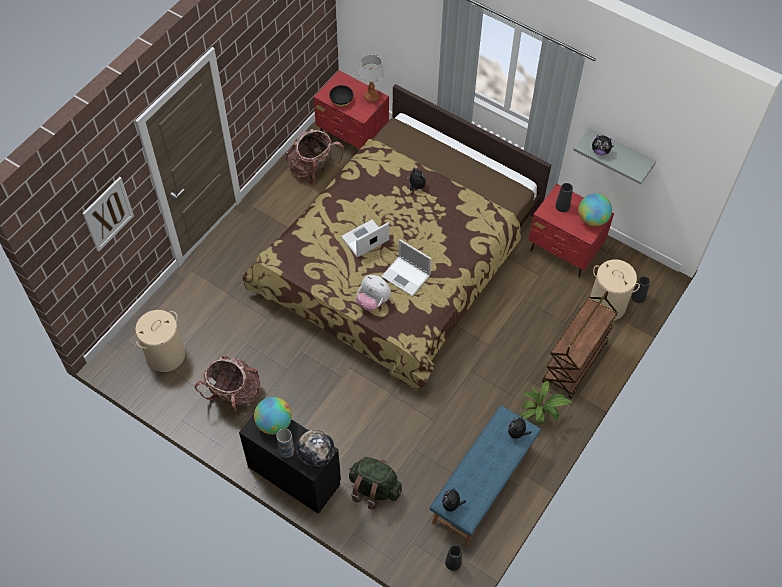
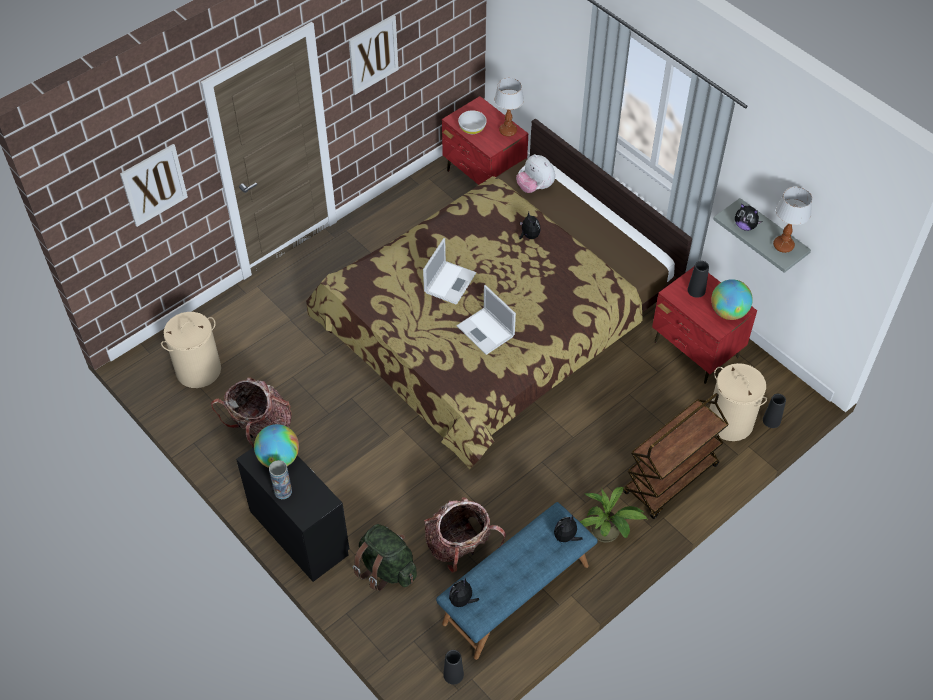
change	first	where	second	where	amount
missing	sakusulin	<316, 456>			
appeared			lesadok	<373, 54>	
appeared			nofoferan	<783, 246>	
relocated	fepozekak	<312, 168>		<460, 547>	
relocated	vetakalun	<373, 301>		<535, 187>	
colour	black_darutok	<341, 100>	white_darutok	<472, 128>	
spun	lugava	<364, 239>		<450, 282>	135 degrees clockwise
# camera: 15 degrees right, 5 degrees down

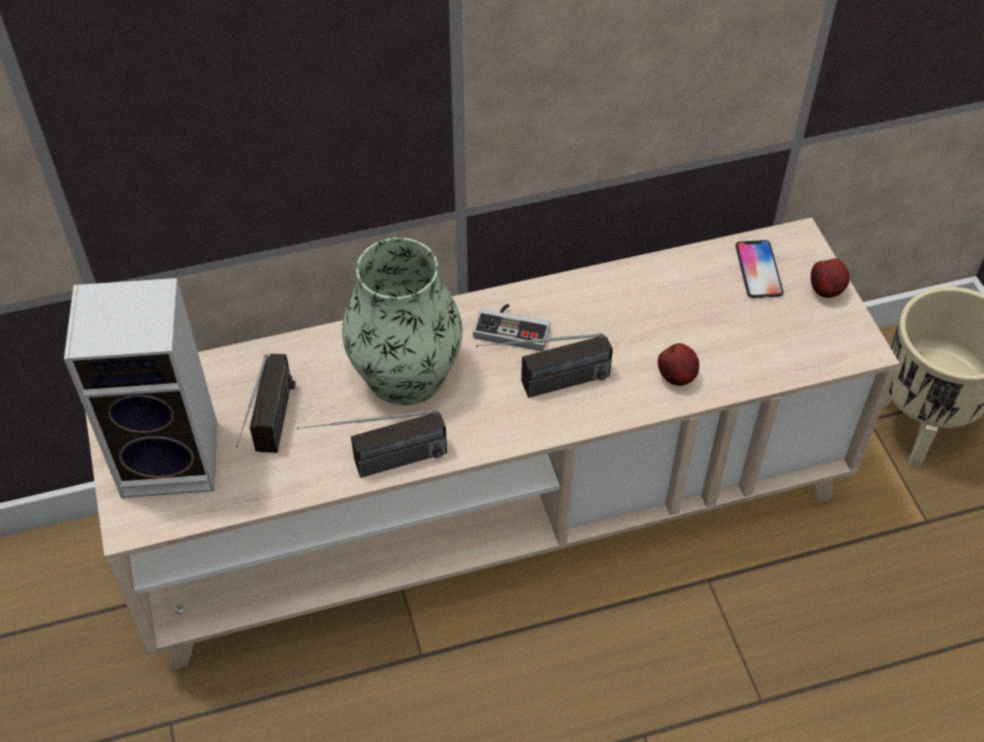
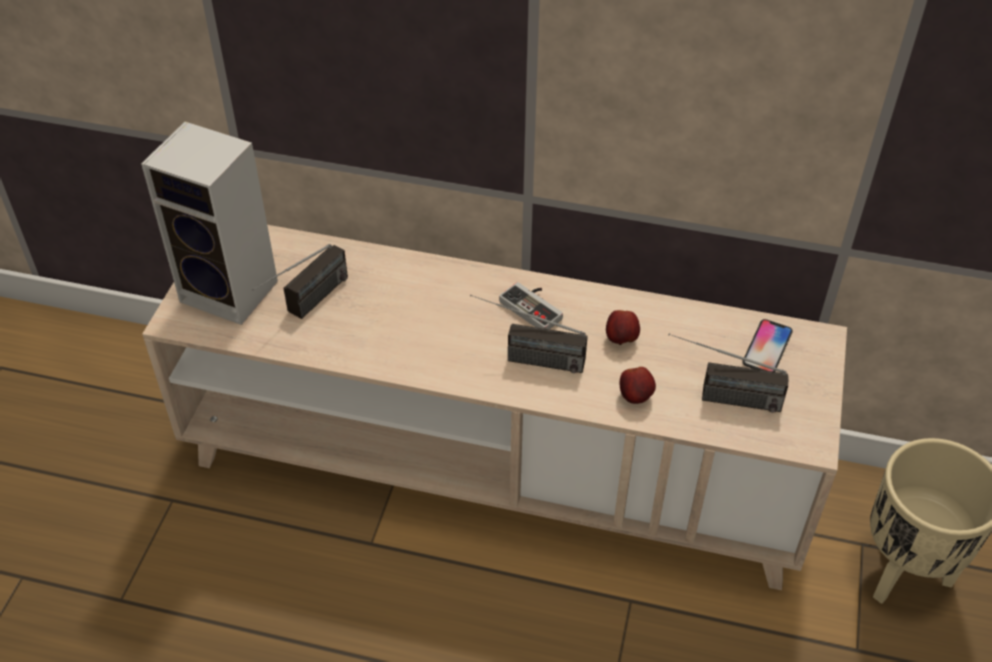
change	first	where	second	where	amount
missing	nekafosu	<406, 373>			
relocated	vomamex	<377, 465>		<720, 397>	
relocated	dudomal	<826, 291>		<621, 339>	
# camera: 30 degrees right, 5 degrees down

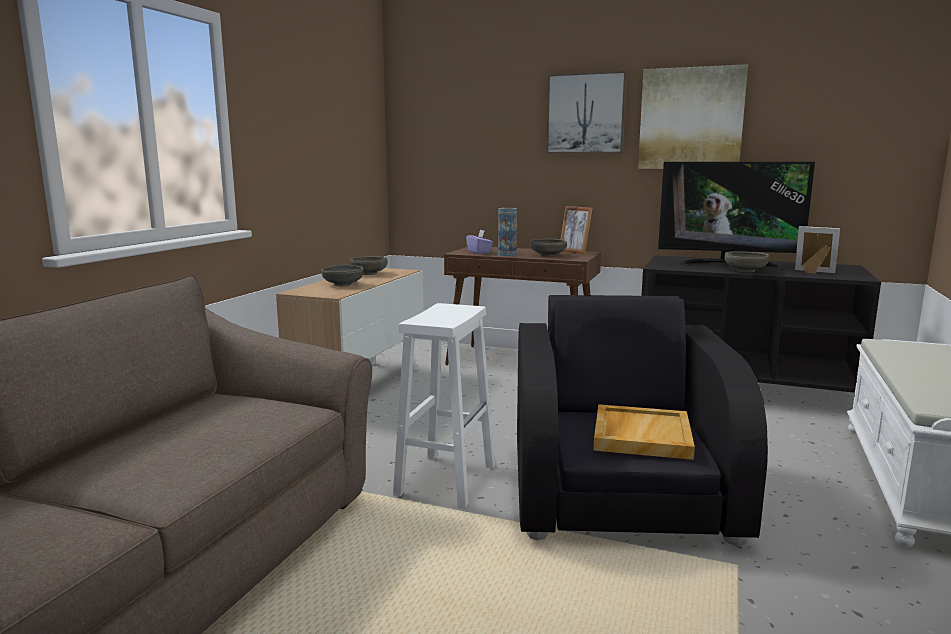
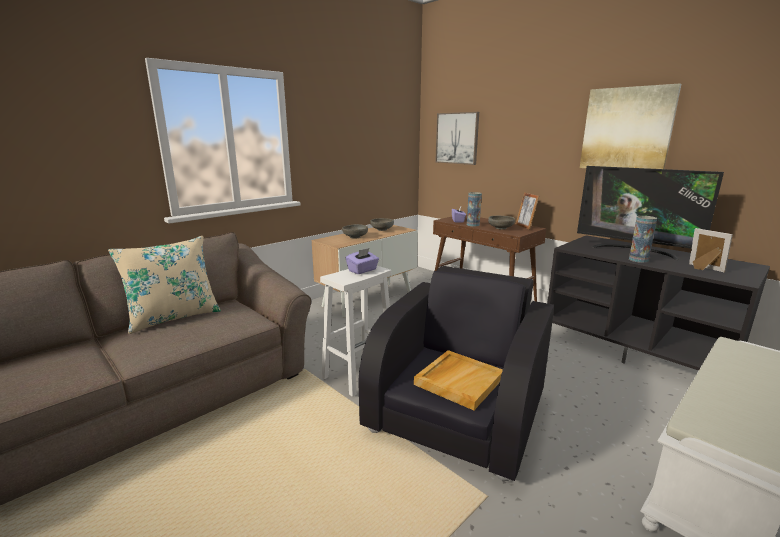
change	first	where	second	where	amount
appeared			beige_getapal	<174, 317>	
appeared			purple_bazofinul	<362, 270>	
relocated	lesadok	<585, 113>		<457, 138>	
exchanged	grey_darutok	<745, 271>	nekafosu	<638, 260>	
# camera: 25 degrees right, 5 degrees up

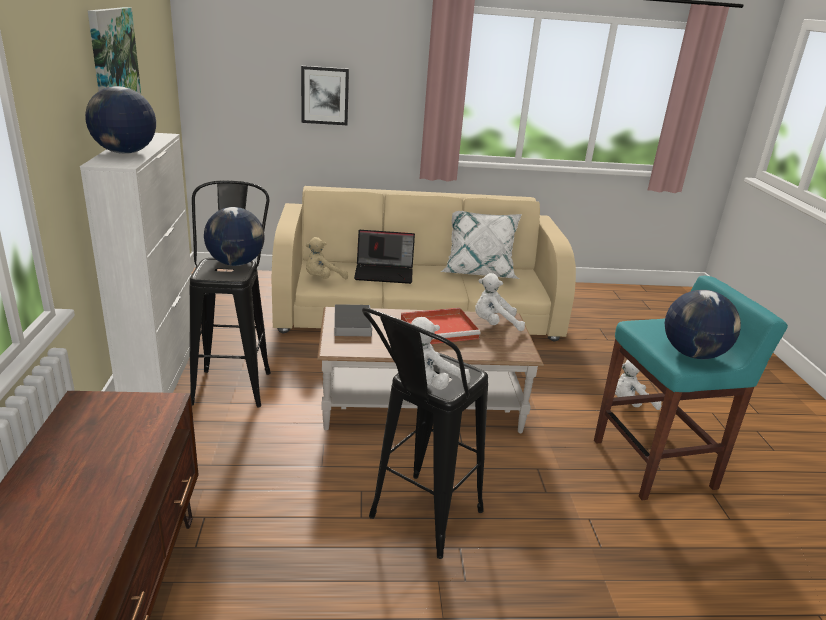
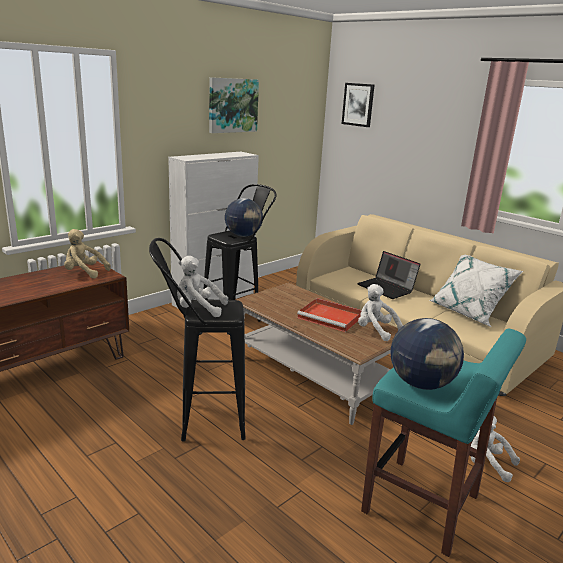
change	first	where	second	where	amount
missing	sakusulin	<125, 152>			
missing	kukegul	<352, 323>			
relocated	lesadok	<325, 95>		<358, 104>	
relocated	beige_vetakalun	<323, 279>		<84, 273>	
# camera: 50 degrees right, 5 degrees down

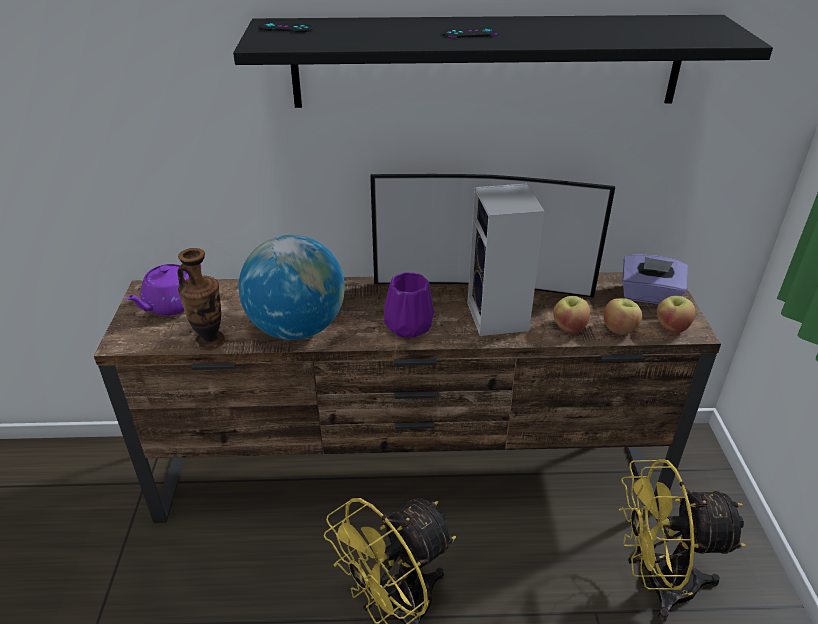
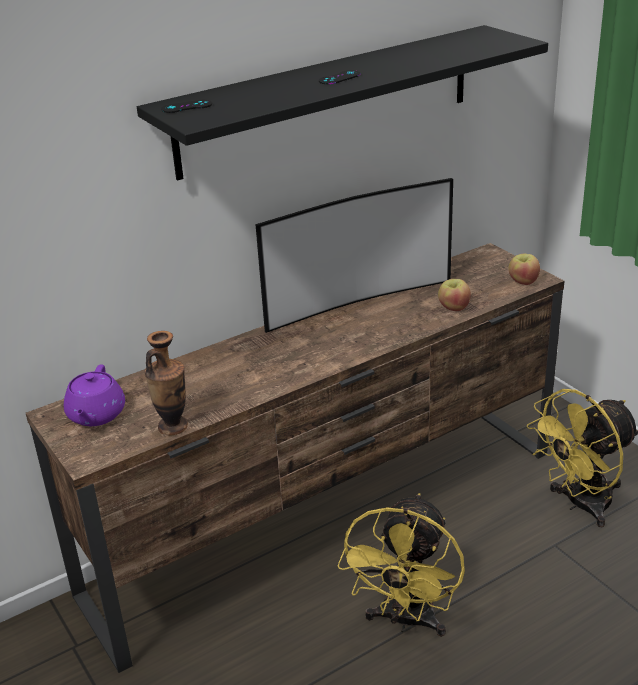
change	first	where	second	where	amount
missing	sakusulin	<297, 328>			
missing	purple_nekafosu	<407, 326>			
missing	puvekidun	<499, 318>			
missing	dudomal	<619, 329>			
missing	purple_bazofinul	<649, 296>			
# camera: 30 degrees left, 5 degrees down

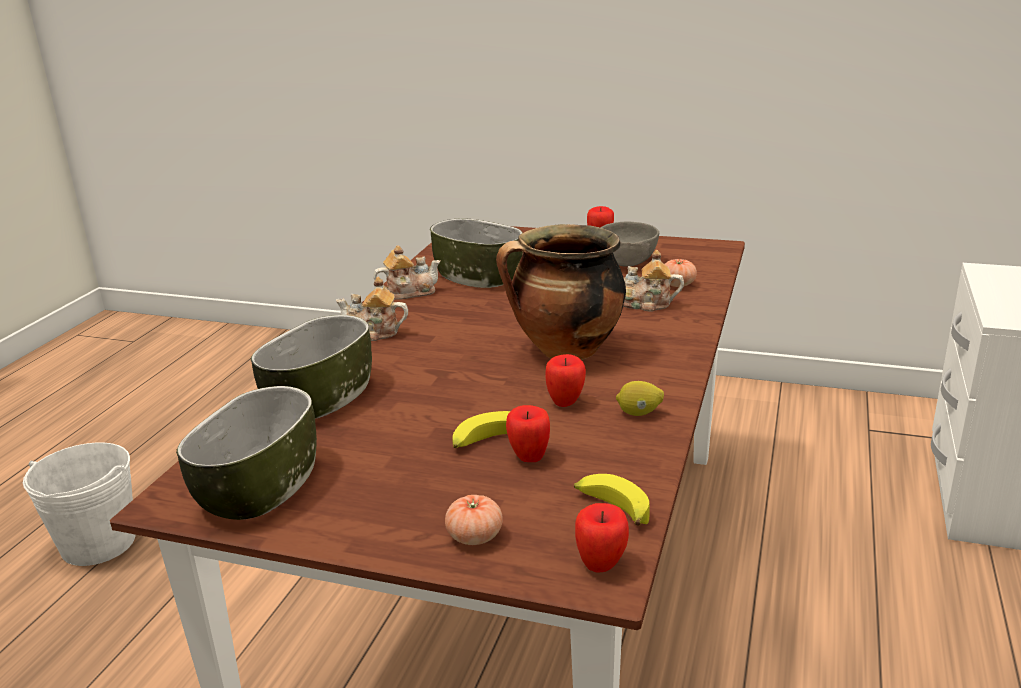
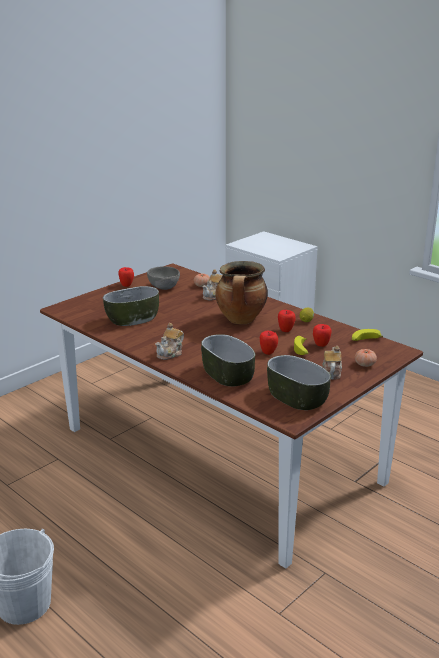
change	first	where	second	where	amount
relocated	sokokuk	<409, 292>		<331, 372>	
relocated	dudomal	<601, 565>		<268, 352>	
# camera: 65 degrees left, 0 degrees up

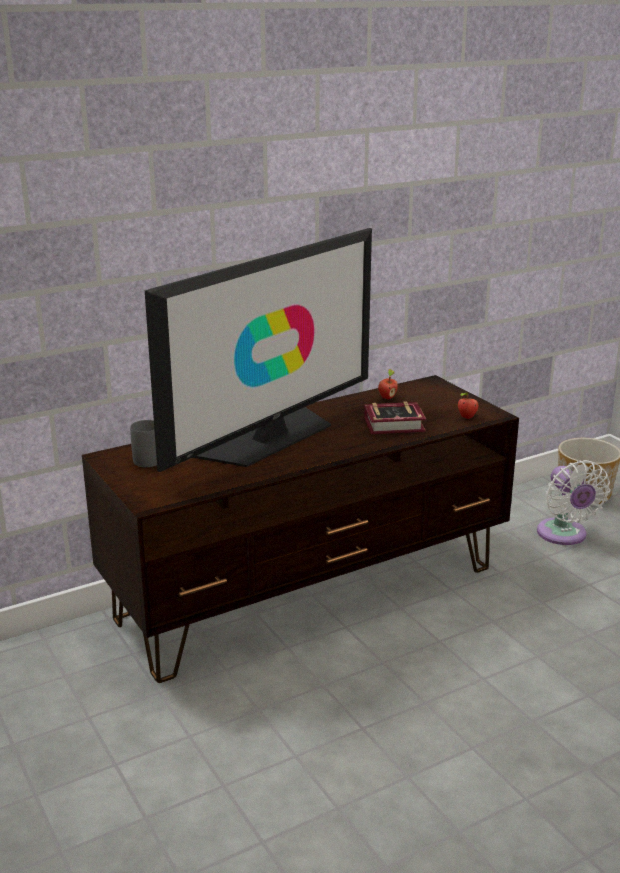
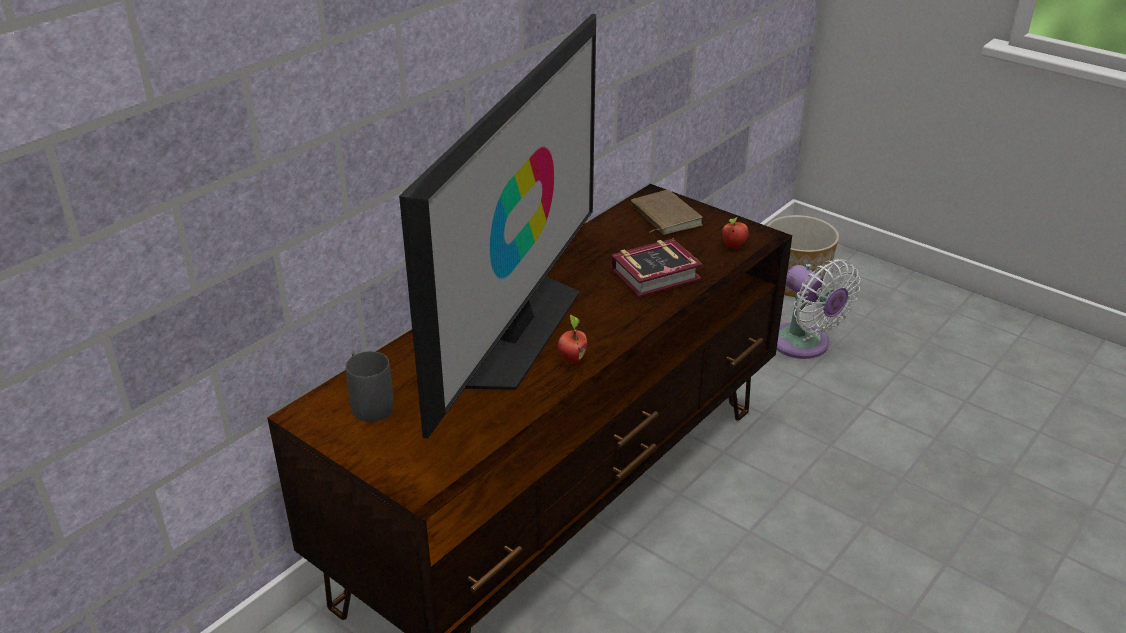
change	first	where	second	where	amount
appeared			brown_kukegul	<663, 217>	
relocated	dudomal	<387, 397>		<571, 359>	
# camera: 20 degrees left, 10 degrees up

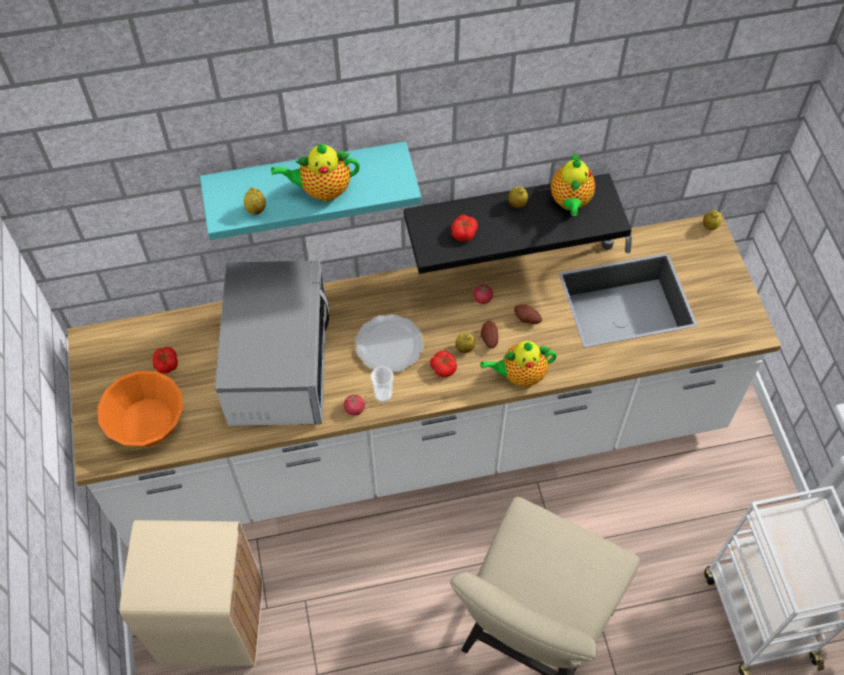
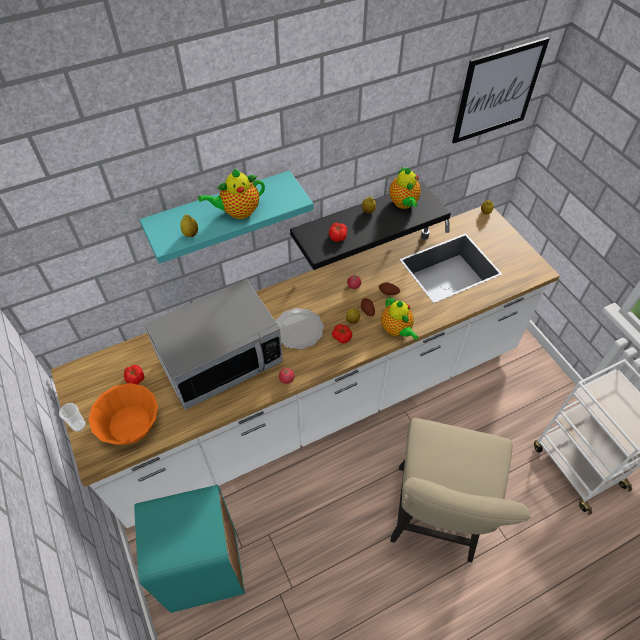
change	first	where	second	where	amount
appeared			lesadok	<497, 91>	
relocated	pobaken	<383, 395>		<79, 425>	
colour	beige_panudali	<212, 622>	turquoise_panudali	<204, 569>	
spun	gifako	<277, 365>		<220, 360>	75 degrees clockwise
spun	sokokuk	<520, 375>		<397, 330>	90 degrees counterclockwise
# camera: 15 degrees left, 5 degrees down

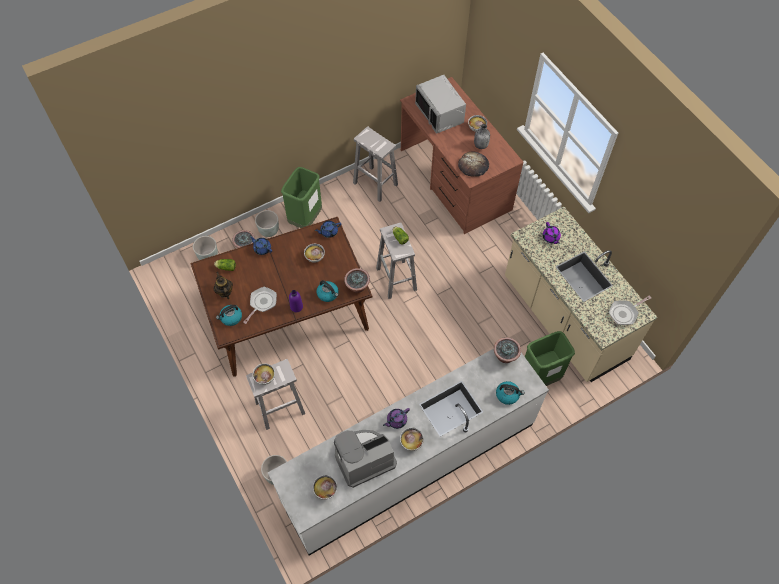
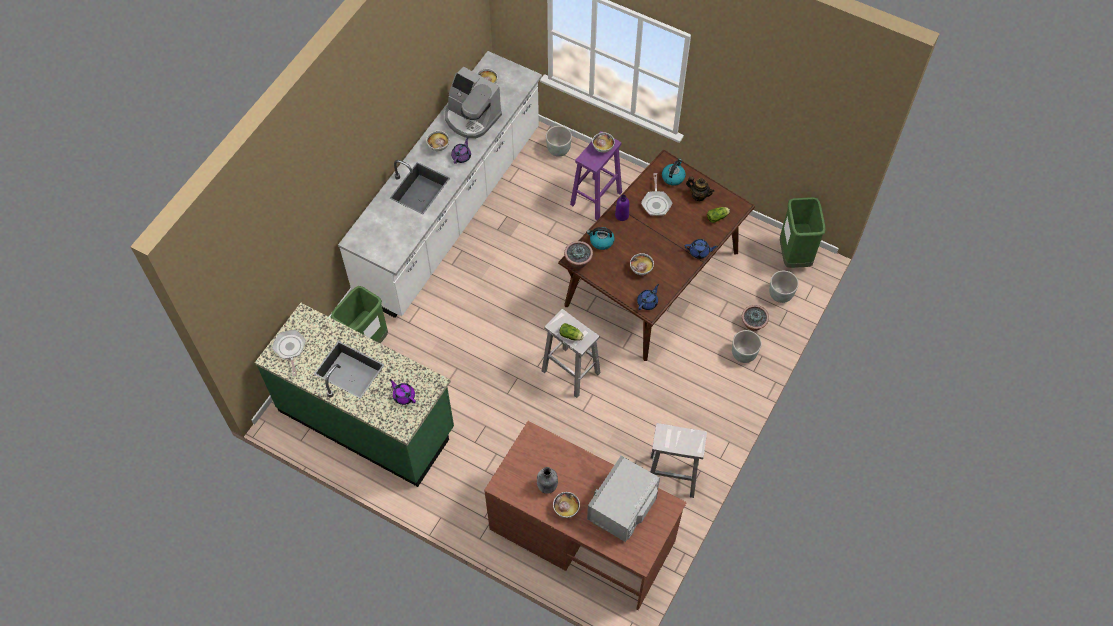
change	first	where	second	where	amount
missing	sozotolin	<473, 165>			
missing	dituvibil	<505, 356>			
missing	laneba	<507, 395>			
relocated	green_panudali	<305, 219>		<794, 256>	
colour	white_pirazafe	<279, 408>	purple_pirazafe	<596, 198>	
colour	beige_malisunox	<564, 319>	green_malisunox	<367, 419>	
spun	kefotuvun	<363, 458>		<471, 118>	90 degrees clockwise
spun	grey_gifako	<440, 114>		<623, 507>	90 degrees counterclockwise
spun	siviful	<624, 313>		<290, 349>	45 degrees counterclockwise
# camera: 150 degrees right, 0 degrees up

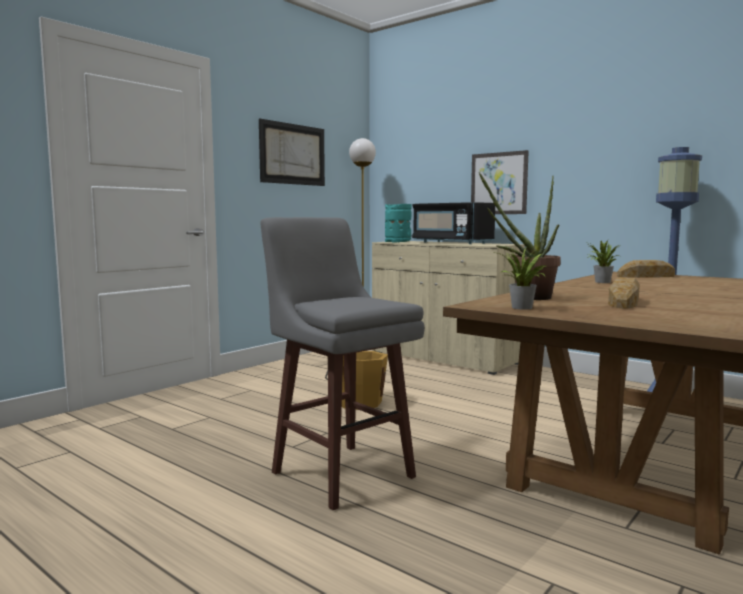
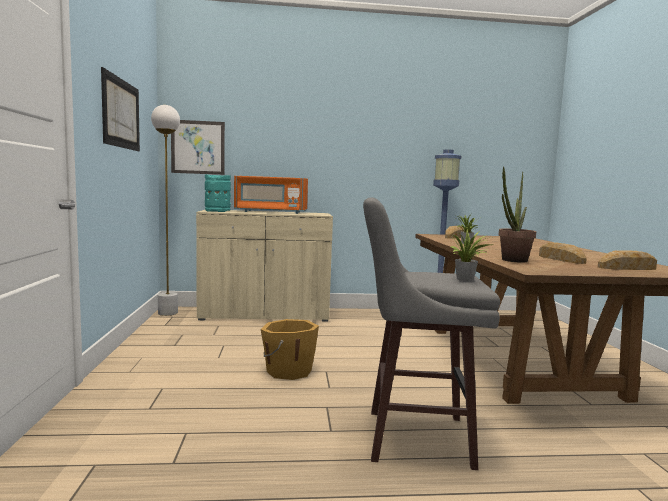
change	first	where	second	where	amount
appeared			sozotolin	<626, 268>	
relocated	lesadok	<498, 183>		<198, 147>	
relocated	dituvibil	<522, 308>		<467, 280>	
colour	black_gifako	<450, 243>	orange_gifako	<270, 212>	
# camera: 45 degrees left, 0 degrees up

